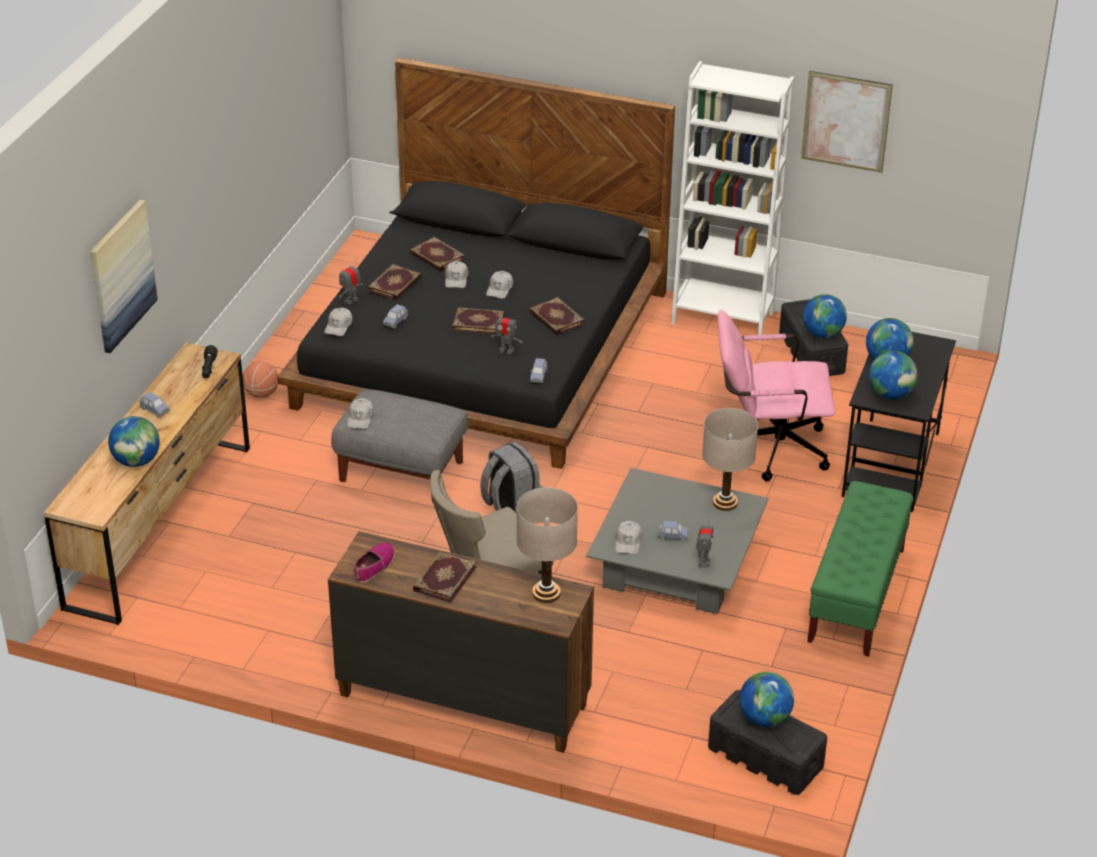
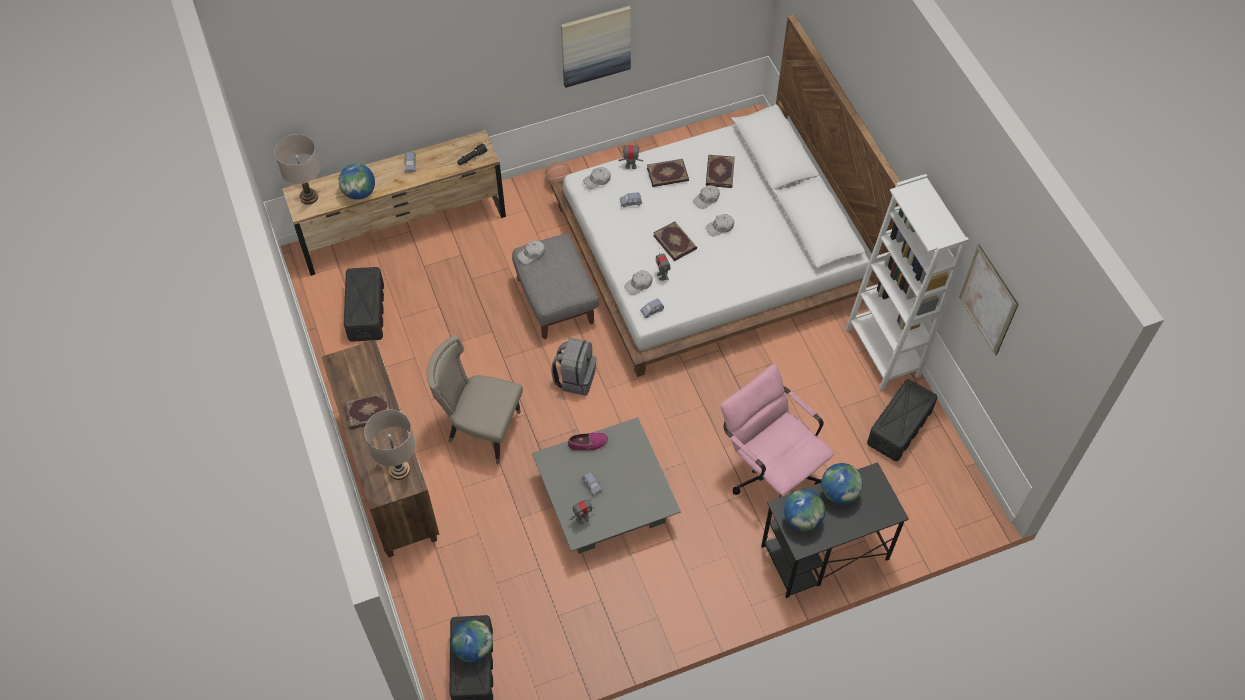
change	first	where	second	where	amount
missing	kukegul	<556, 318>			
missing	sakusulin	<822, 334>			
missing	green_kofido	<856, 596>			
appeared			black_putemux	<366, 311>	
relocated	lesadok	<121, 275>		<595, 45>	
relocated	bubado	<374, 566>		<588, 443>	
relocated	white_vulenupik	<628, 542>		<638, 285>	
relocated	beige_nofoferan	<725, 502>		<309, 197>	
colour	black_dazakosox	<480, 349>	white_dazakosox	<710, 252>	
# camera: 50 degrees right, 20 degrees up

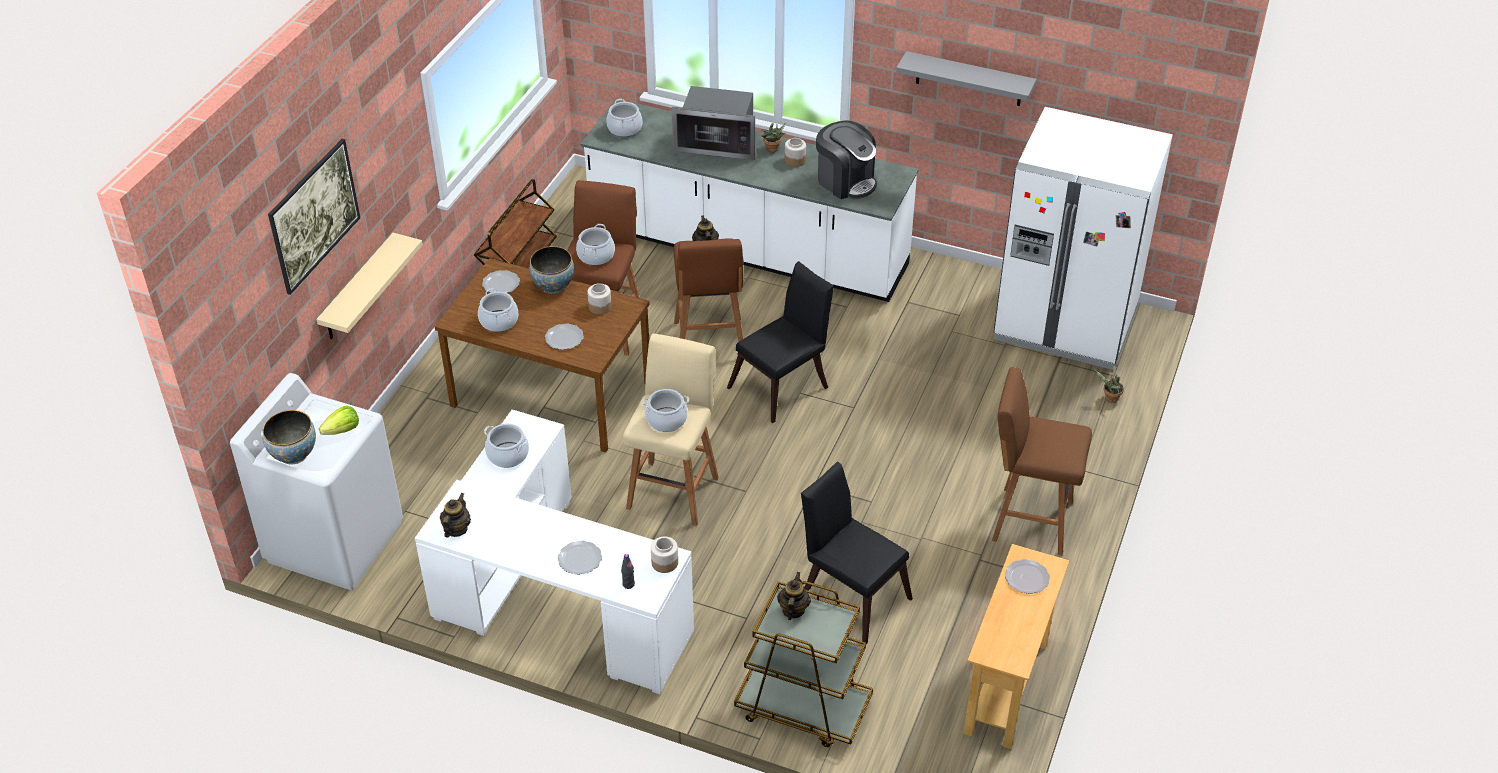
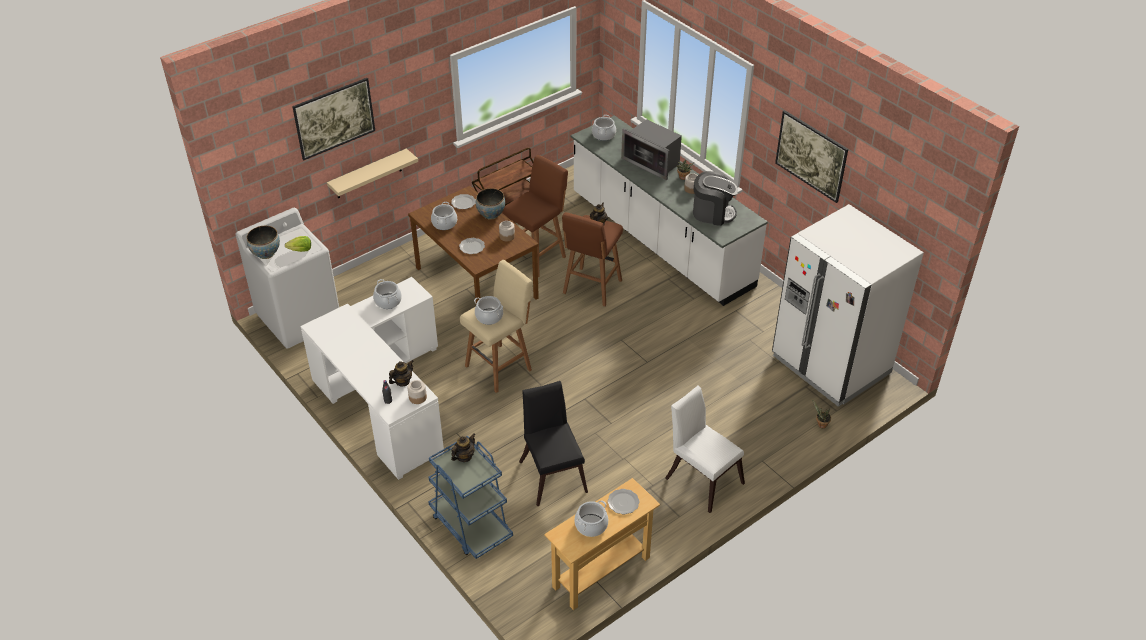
change	first	where	second	where	amount
missing	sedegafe	<580, 559>			
missing	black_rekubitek	<783, 385>			
relocated	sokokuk	<456, 529>		<402, 381>	
relocated	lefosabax	<596, 255>		<591, 525>	
exchanged	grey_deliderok	<969, 79>	lesadok	<809, 169>	
exchanged	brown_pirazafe	<1029, 520>	white_rekubitek	<701, 477>	
colour	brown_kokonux	<802, 708>	blue_kokonux	<470, 525>	
spun	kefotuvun	<845, 181>		<712, 213>	60 degrees counterclockwise
# camera: 30 degrees right, 0 degrees up

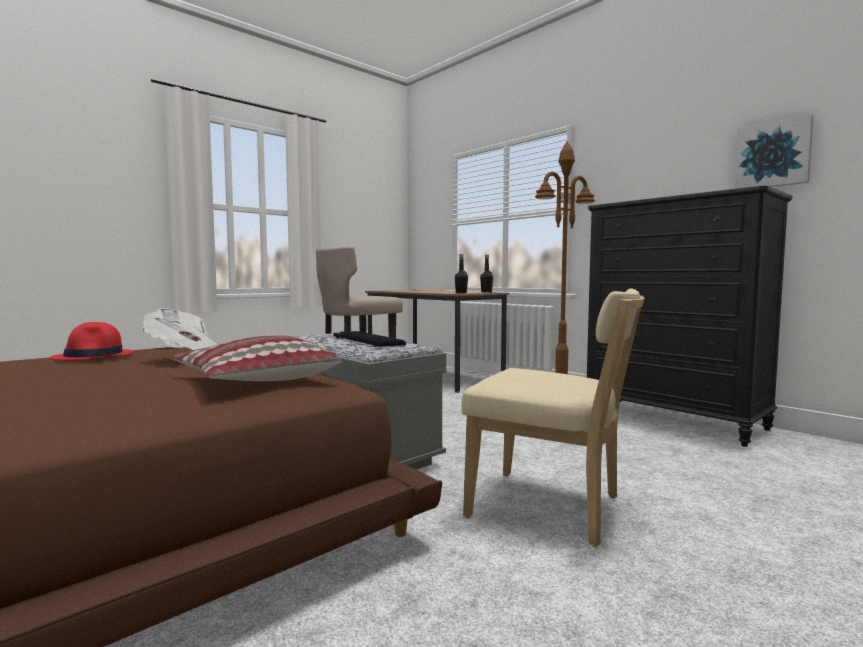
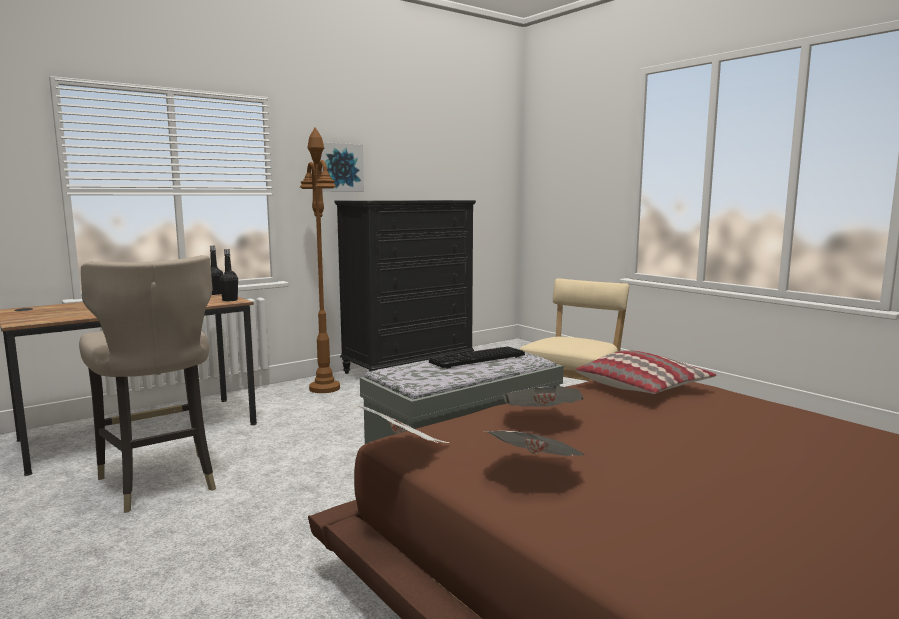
change	first	where	second	where	amount
relocated	lesadok	<773, 155>		<339, 167>	
exchanged	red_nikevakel	<94, 356>	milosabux	<536, 470>	
# camera: 85 degrees left, 5 degrees up

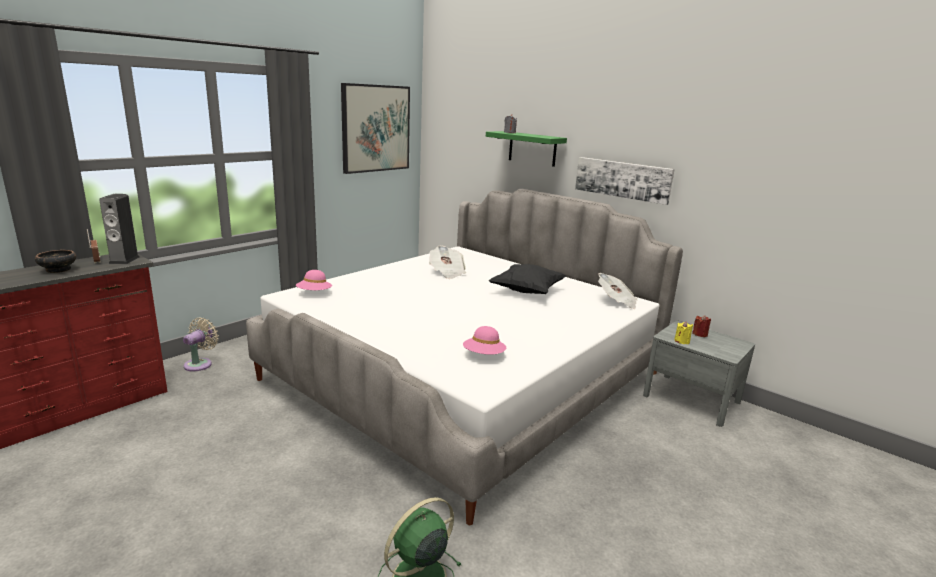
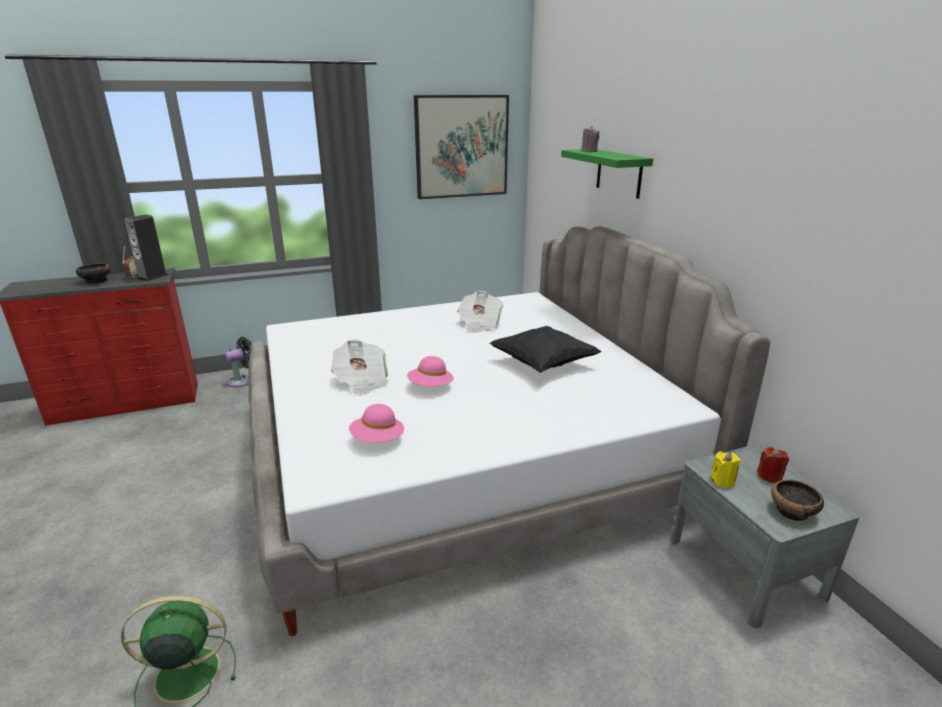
change	first	where	second	where	amount
missing	lesadok	<622, 179>			
appeared			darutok	<792, 512>	
relocated	pink_nikevakel	<314, 293>		<430, 387>	
relocated	milosabux	<616, 302>		<361, 381>	
colour	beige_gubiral	<200, 364>	black_gubiral	<243, 380>	
# camera: 30 degrees right, 5 degrees up

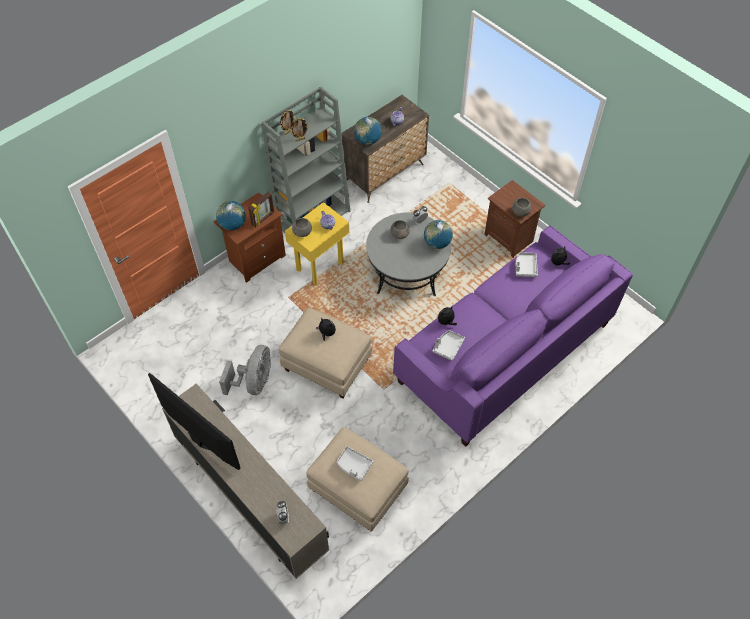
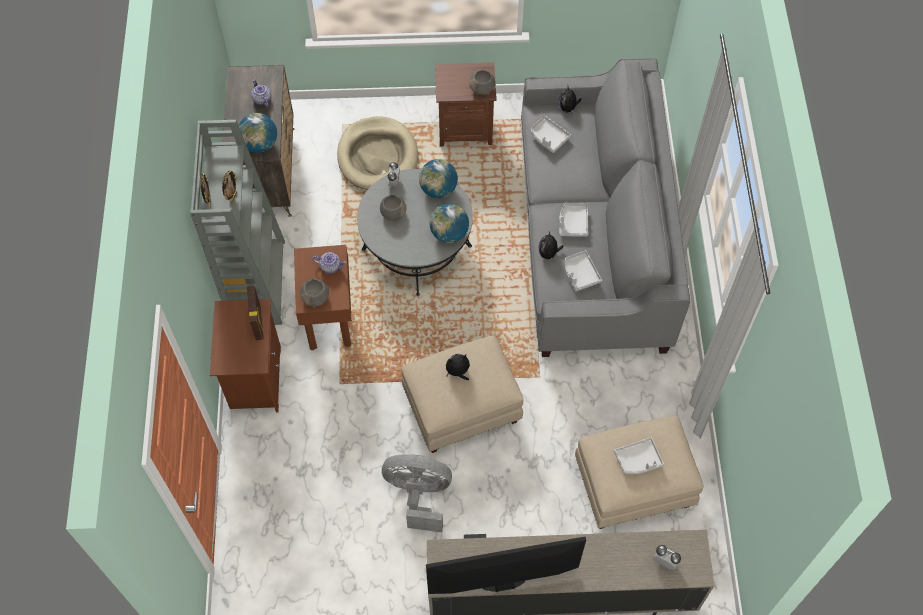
change	first	where	second	where	amount
appeared			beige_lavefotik	<377, 156>	
appeared			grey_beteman	<573, 223>	
relocated	sakusulin	<232, 225>		<449, 234>	
colour	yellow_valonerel	<320, 267>	brown_valonerel	<330, 323>	
colour	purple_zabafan	<504, 351>	grey_zabafan	<591, 238>	
spun	grey_gubiral	<254, 382>		<419, 495>	45 degrees counterclockwise
# camera: 50 degrees left, 5 degrees up

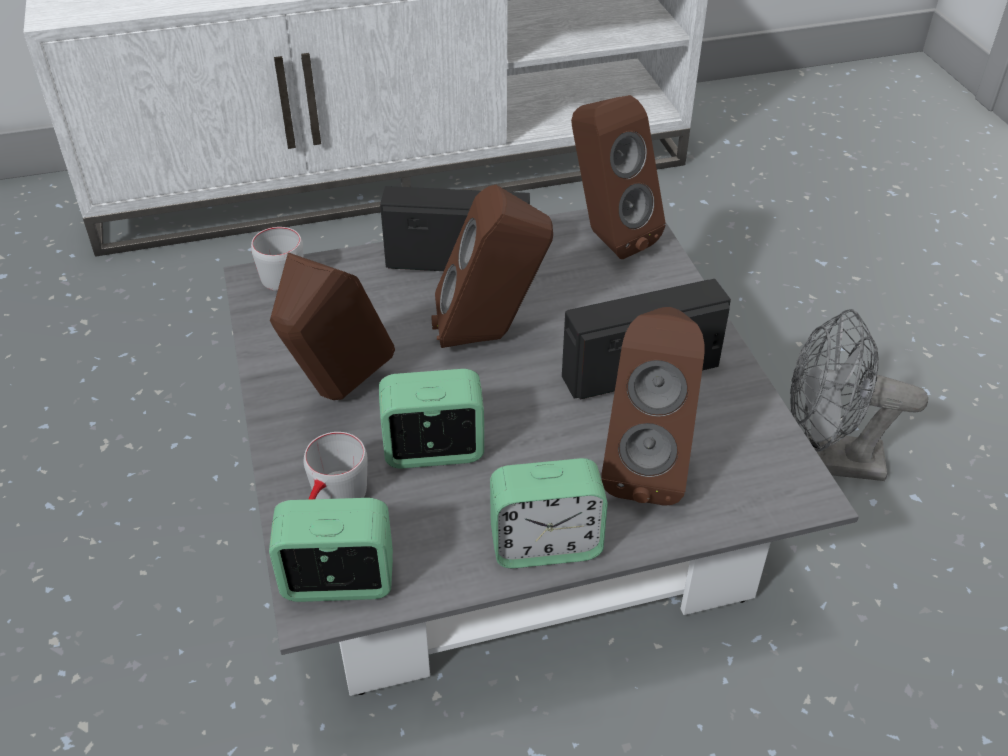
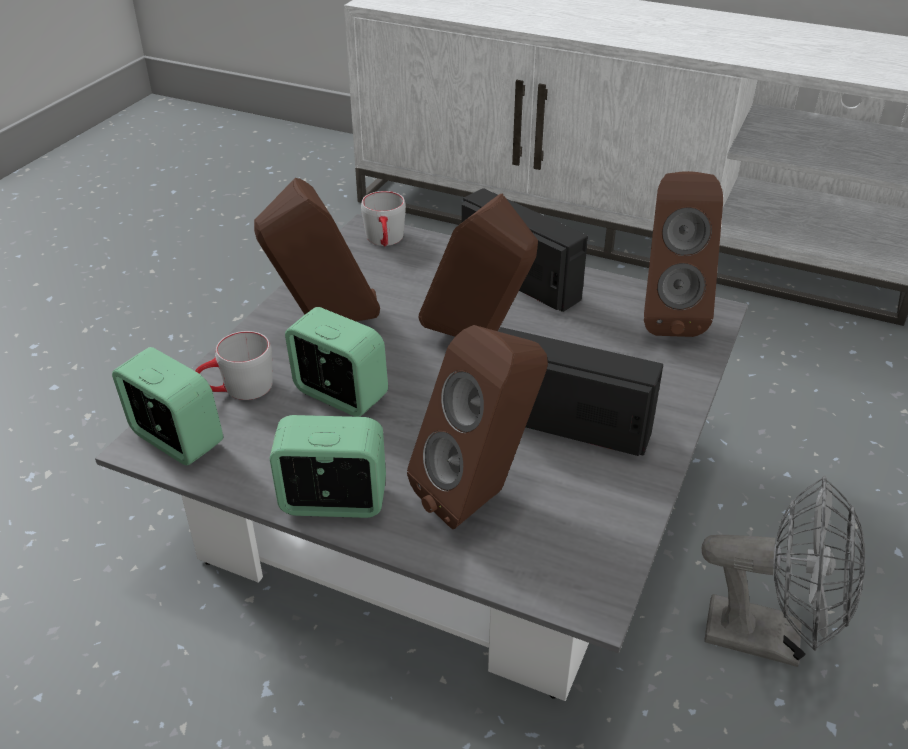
change	first	where	second	where	amount
spun	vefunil	<545, 545>		<333, 501>	150 degrees clockwise
spun	grey_gubiral	<826, 460>		<769, 638>	150 degrees clockwise
# camera: 40 degrees right, 5 degrees down

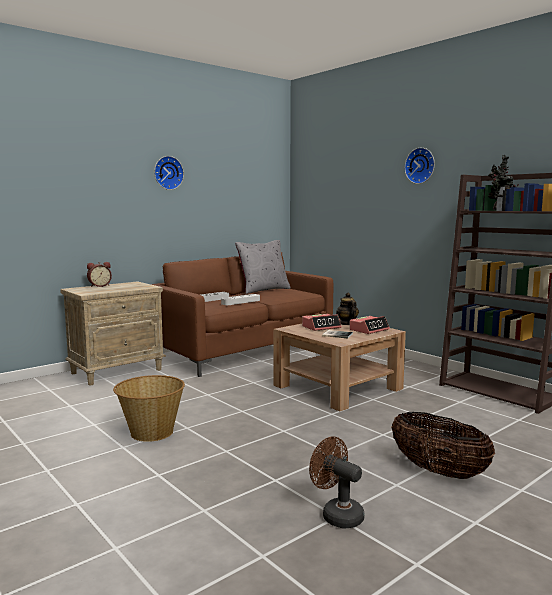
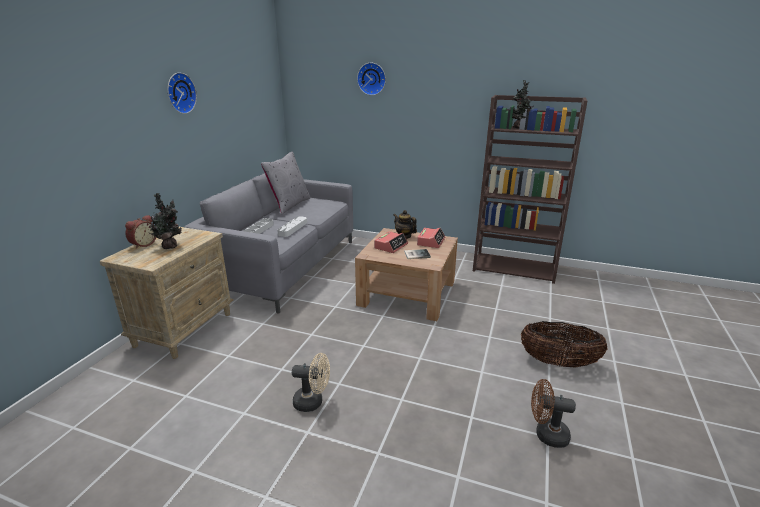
change	first	where	second	where	amount
appeared			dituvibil	<170, 246>	
relocated	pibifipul	<421, 166>		<372, 79>	
exchanged	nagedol	<151, 432>	beige_gubiral	<313, 402>	
colour	brown_zabafan	<244, 351>	grey_zabafan	<285, 267>	
# camera: 30 degrees left, 15 degrees up

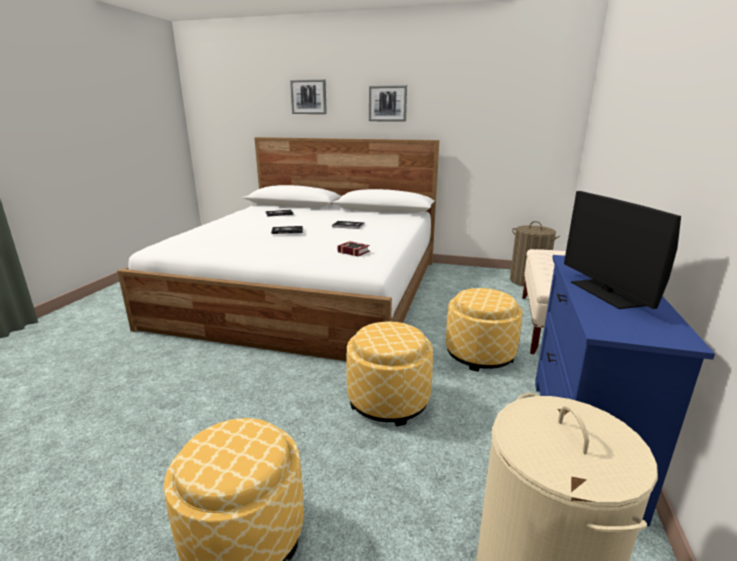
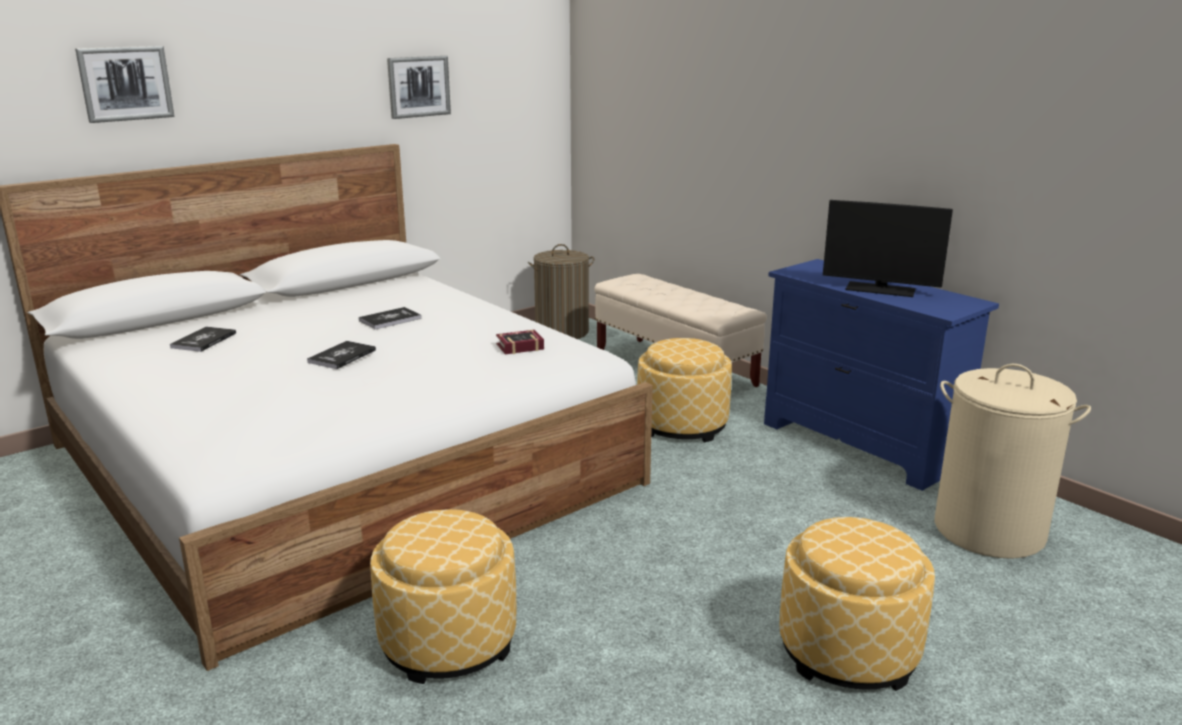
change	first	where	second	where	amount
relocated	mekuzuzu	<388, 400>		<448, 641>	
relocated	lesadok	<387, 103>		<418, 86>	
# camera: 55 degrees left, 0 degrees up

